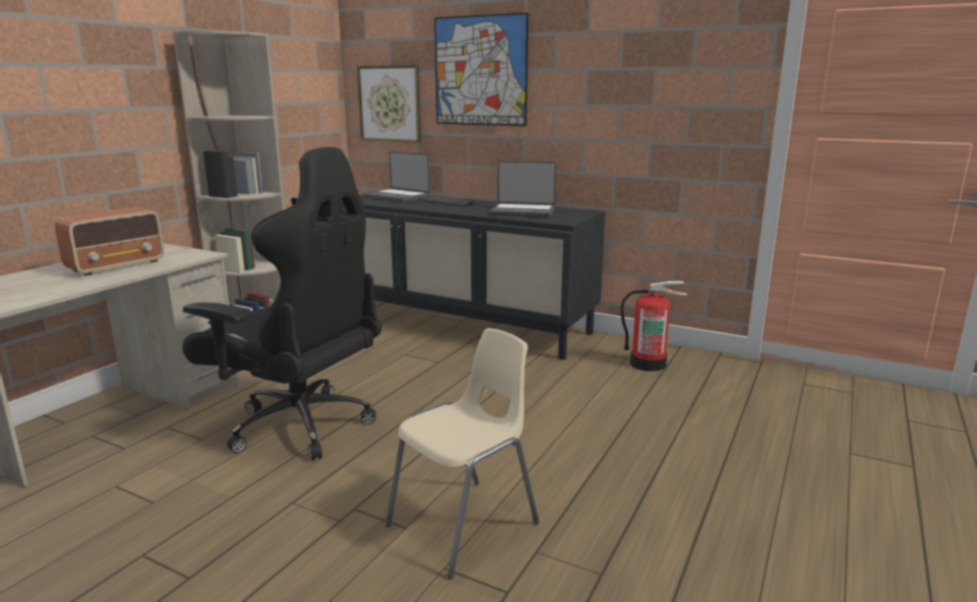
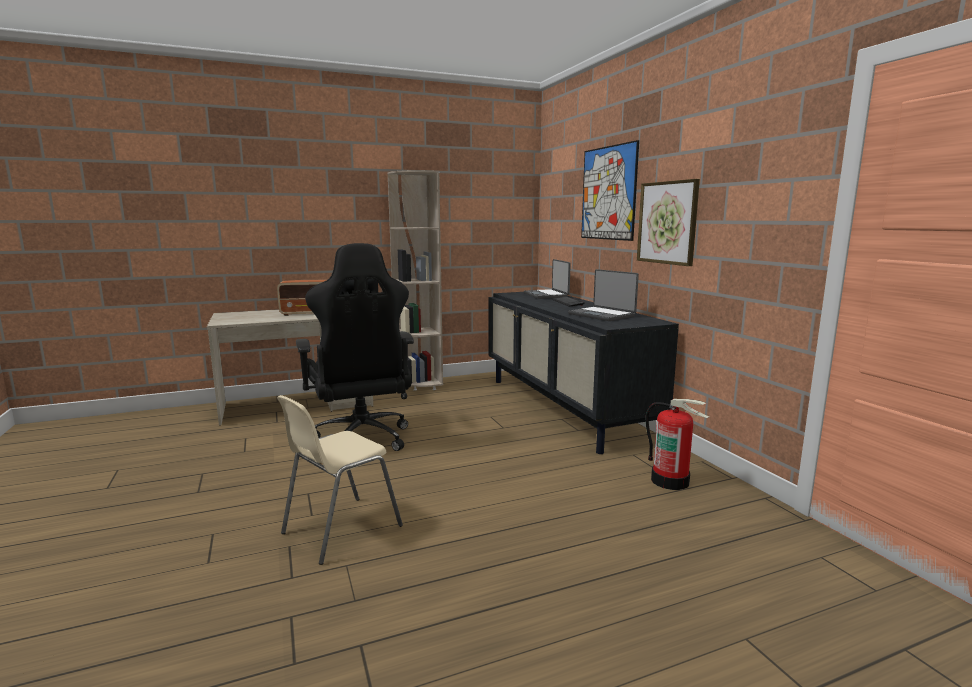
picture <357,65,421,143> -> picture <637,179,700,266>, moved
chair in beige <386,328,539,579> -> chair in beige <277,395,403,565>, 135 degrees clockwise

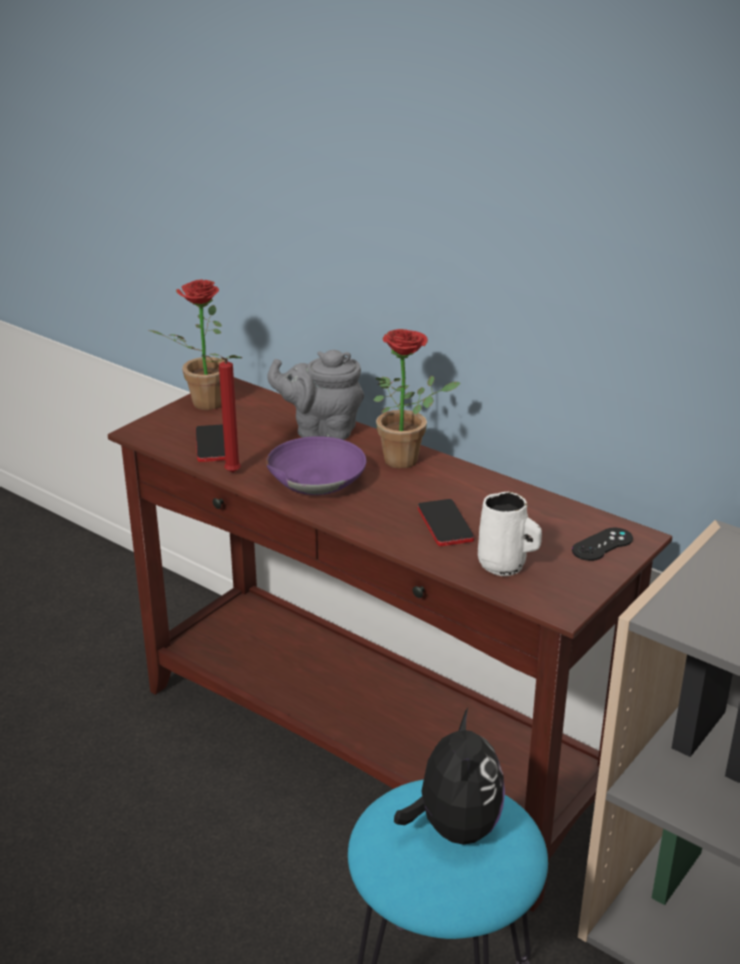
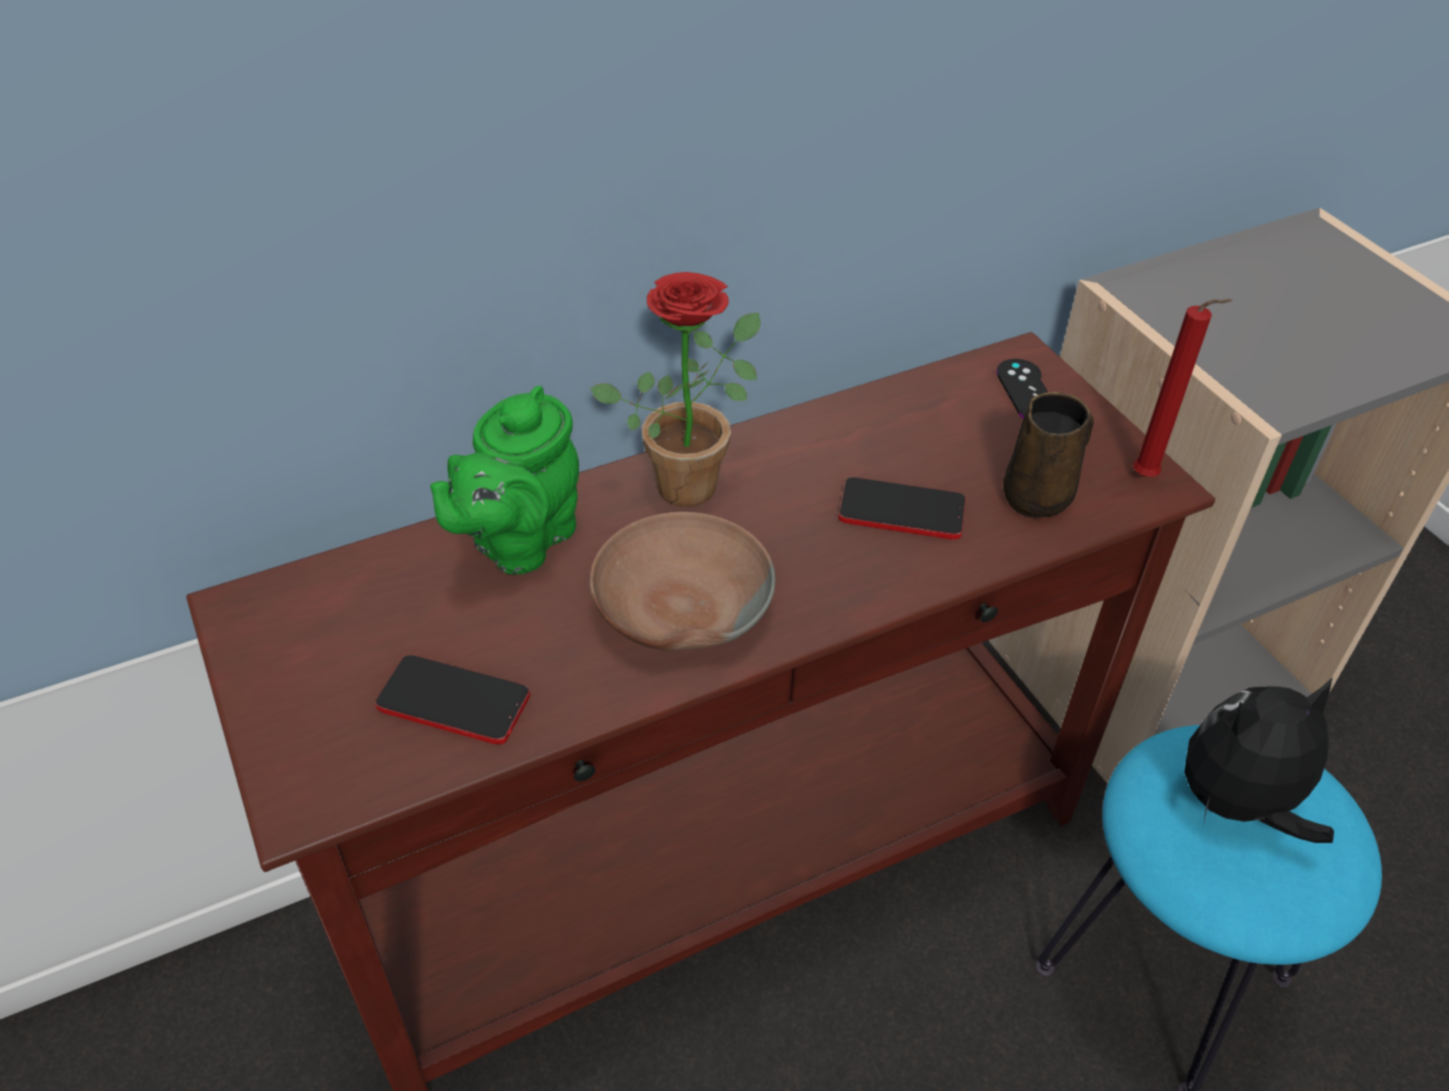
potted plant <149,279,242,410> -> none
candle in red <219,357,241,473> -> candle in red <1133,299,1232,477>, moved
bowl in purple <266,436,366,495> -> bowl in brown <589,512,776,651>
teapot in grey <267,350,364,440> -> teapot in green <430,386,579,575>
mug in white <478,492,542,576> -> mug in brown <1003,392,1094,518>
plush toy <394,708,505,845> -> plush toy <1184,677,1334,843>, 45 degrees counterclockwise

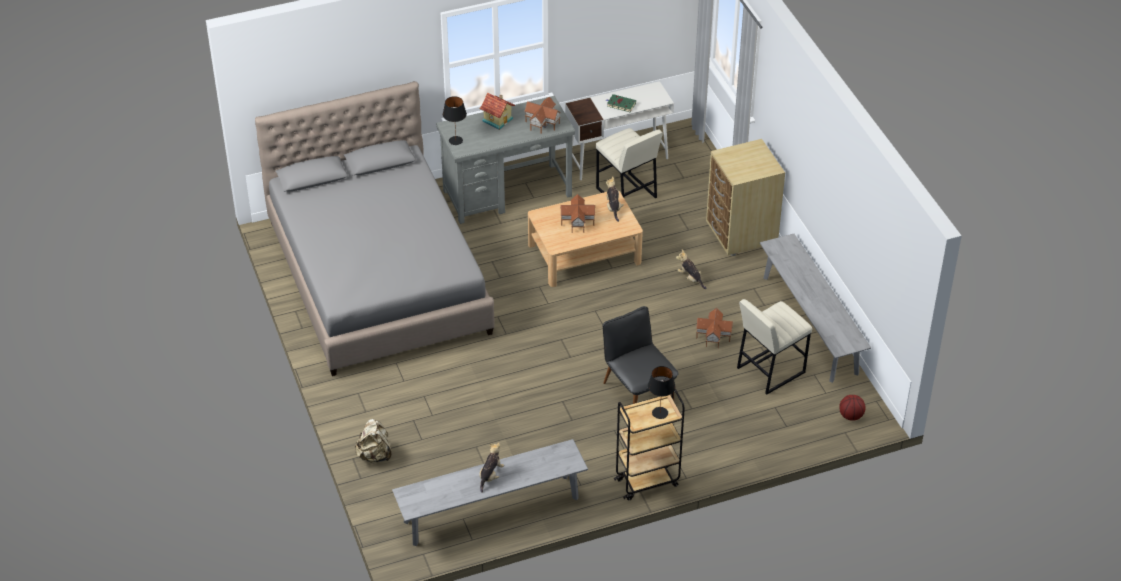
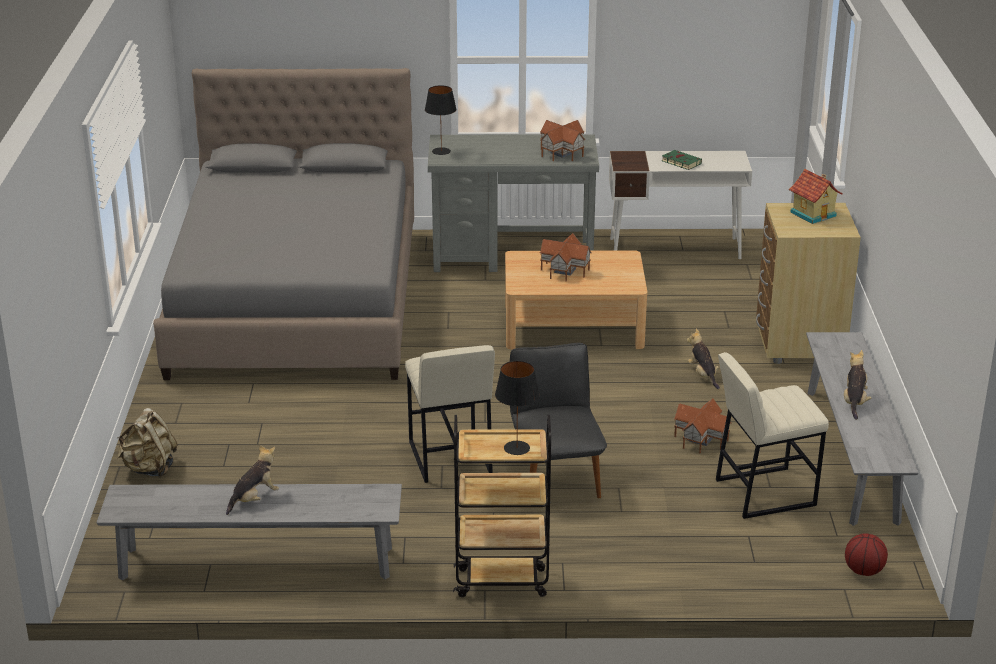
toy house <480,93,515,130> -> toy house <789,169,843,224>, moved
chair in beige <596,128,663,198> -> chair in beige <405,345,495,483>, moved
plush toy <606,176,624,222> -> plush toy <844,350,872,420>, moved

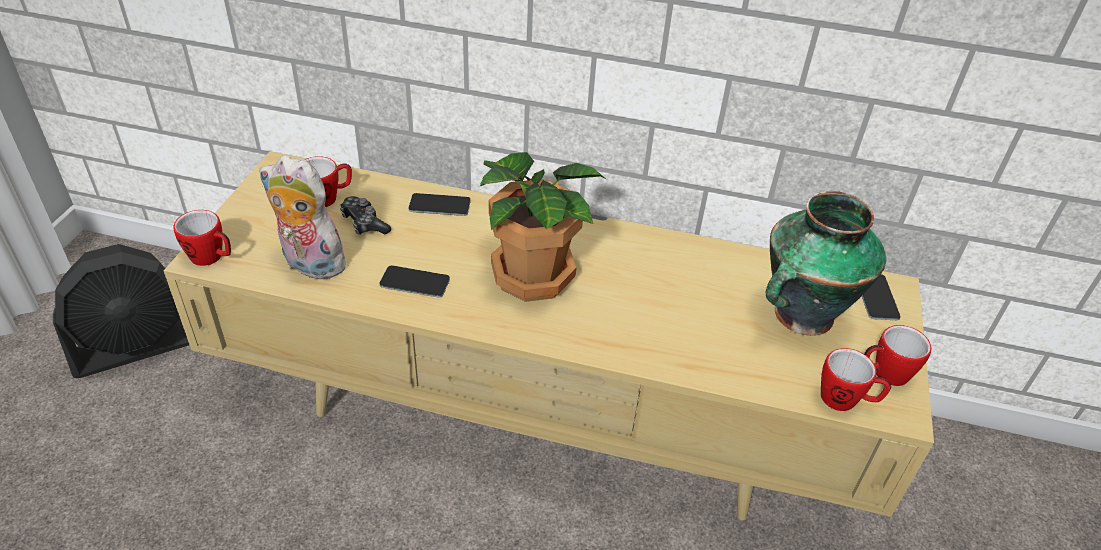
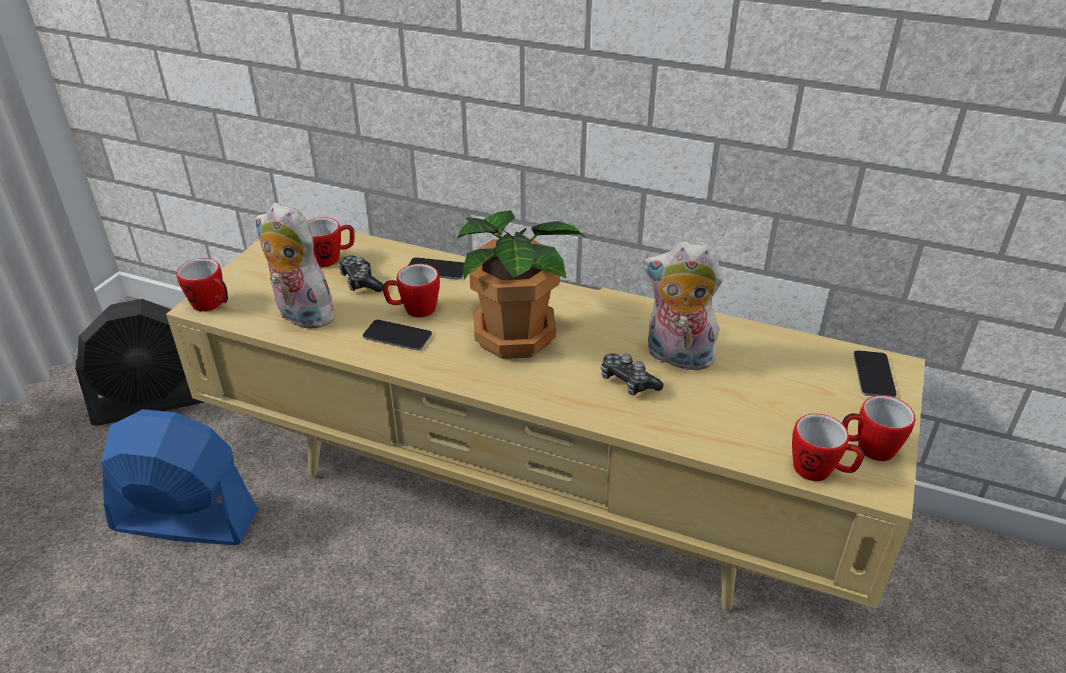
vase <766,191,886,336> -> none
none -> fan in blue <101,409,258,545>
none -> mug <383,264,440,318>
none -> game controller <601,353,663,395>
none -> plush toy <643,241,723,370>

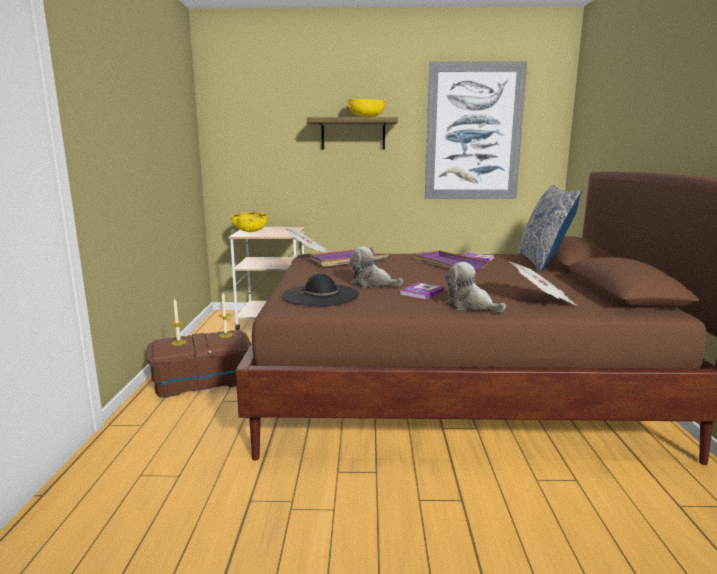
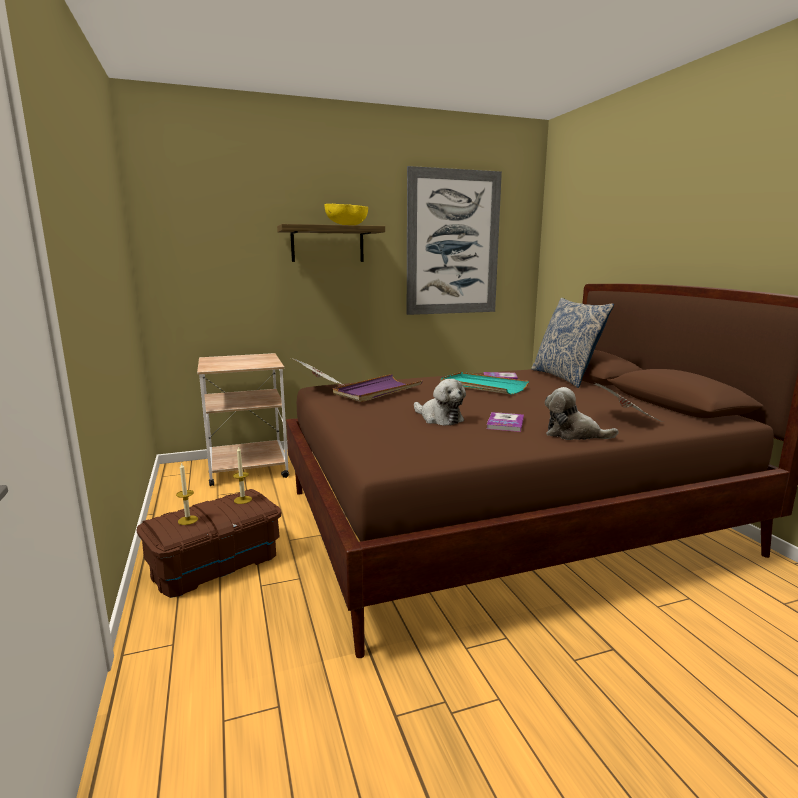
bowl in yellow <231,212,268,232> -> none
hat in black <282,273,359,306> -> none
tray in purple <413,251,489,270> -> tray in turquoise <440,372,529,395>
plush toy <350,246,403,287> -> plush toy <414,379,466,426>, 135 degrees counterclockwise

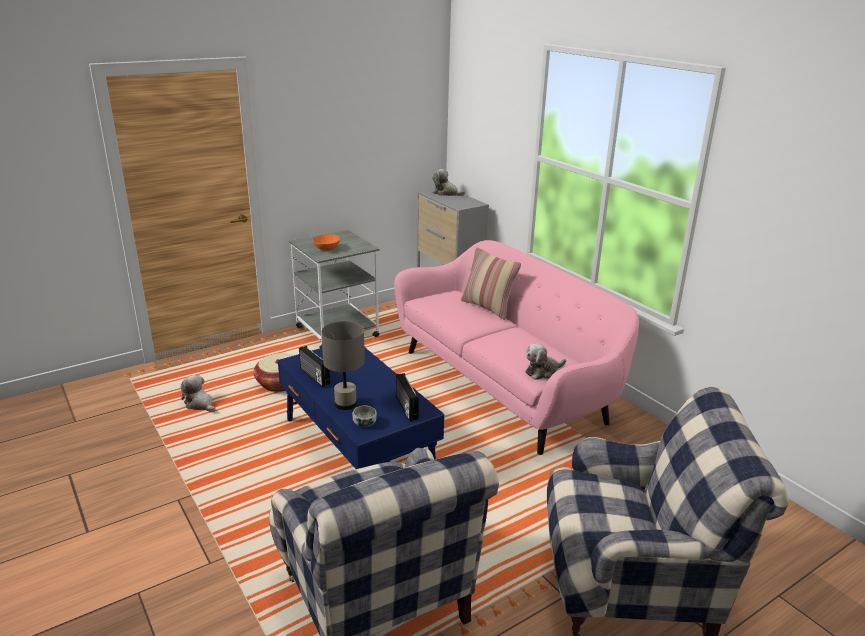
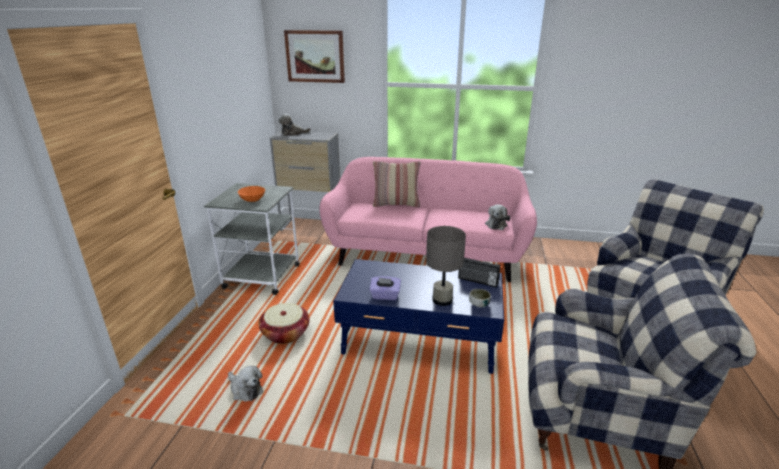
none -> picture <284,30,345,83>
radio <299,346,330,387> -> tissue box in purple <370,276,401,300>
plush toy <181,375,215,412> -> plush toy <228,366,263,401>, 135 degrees counterclockwise

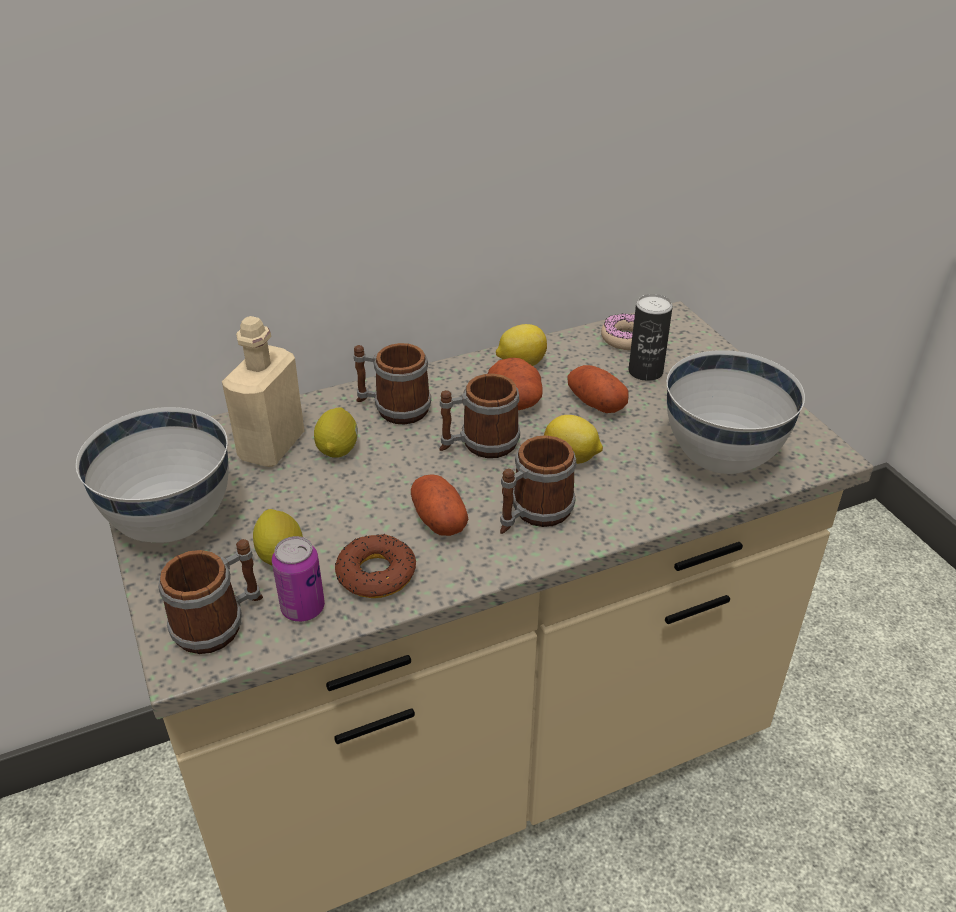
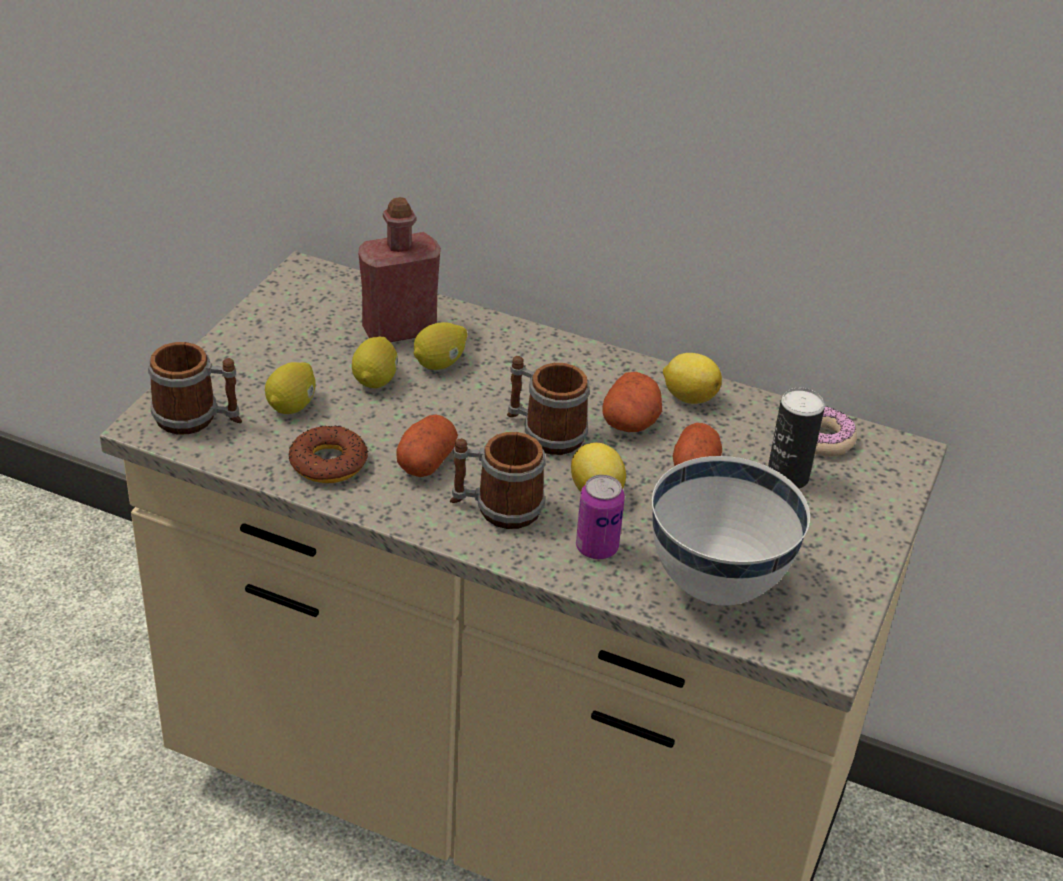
bowl in white <76,407,229,543> -> none
mug <354,343,431,424> -> none
none -> lemon <352,337,398,388>
can <272,536,325,622> -> can <576,475,625,559>, moved
bottle in beige <222,316,305,467> -> bottle in red <358,197,441,342>

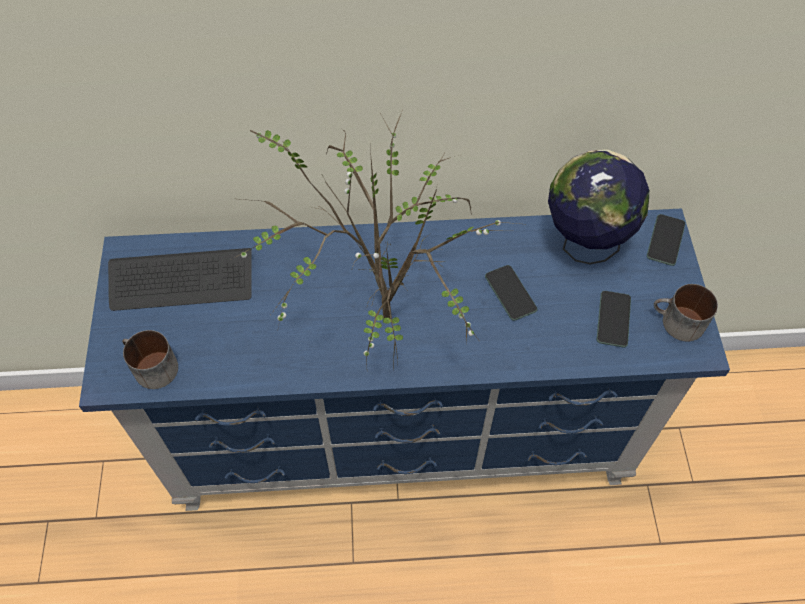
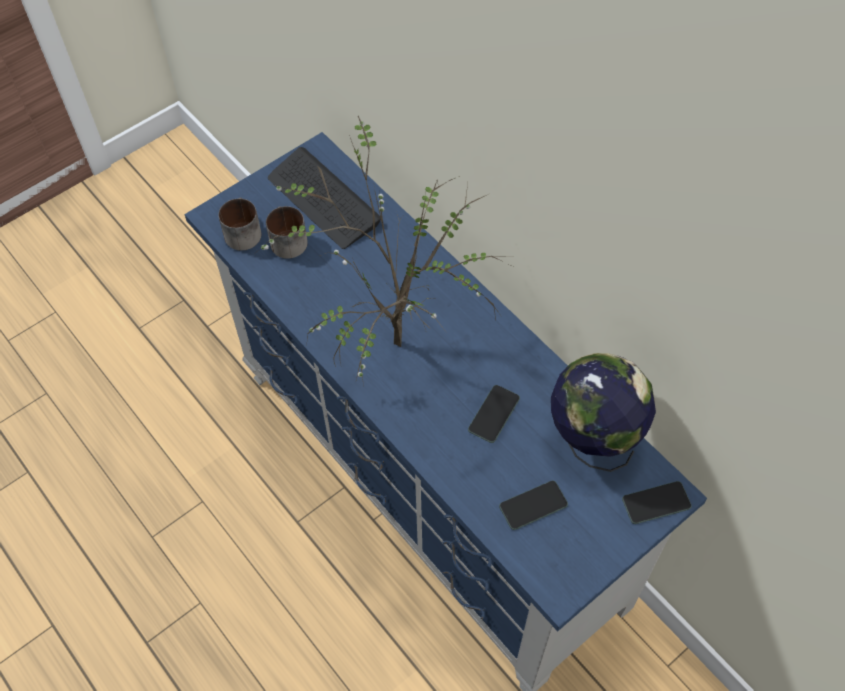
mug <654,284,718,342> -> mug <266,206,308,259>, moved

